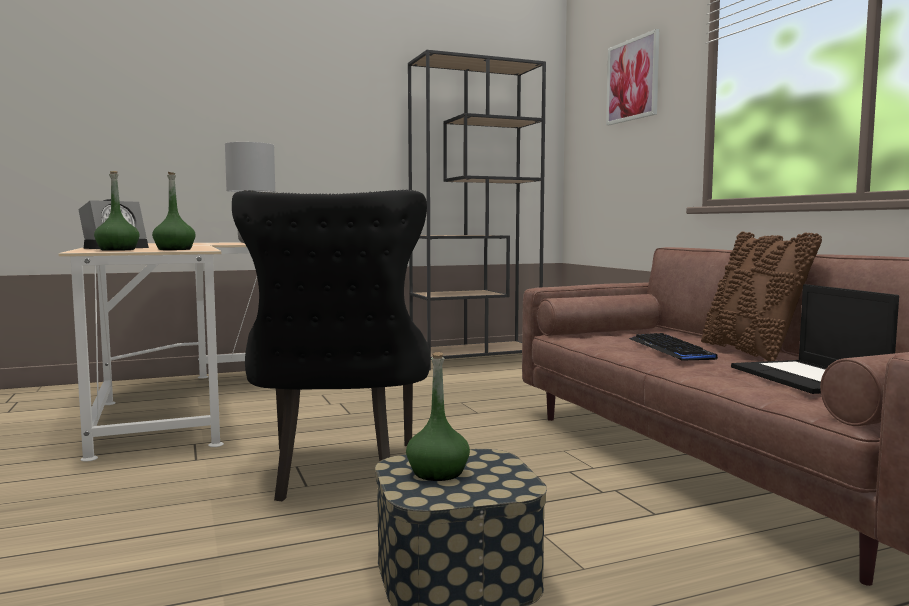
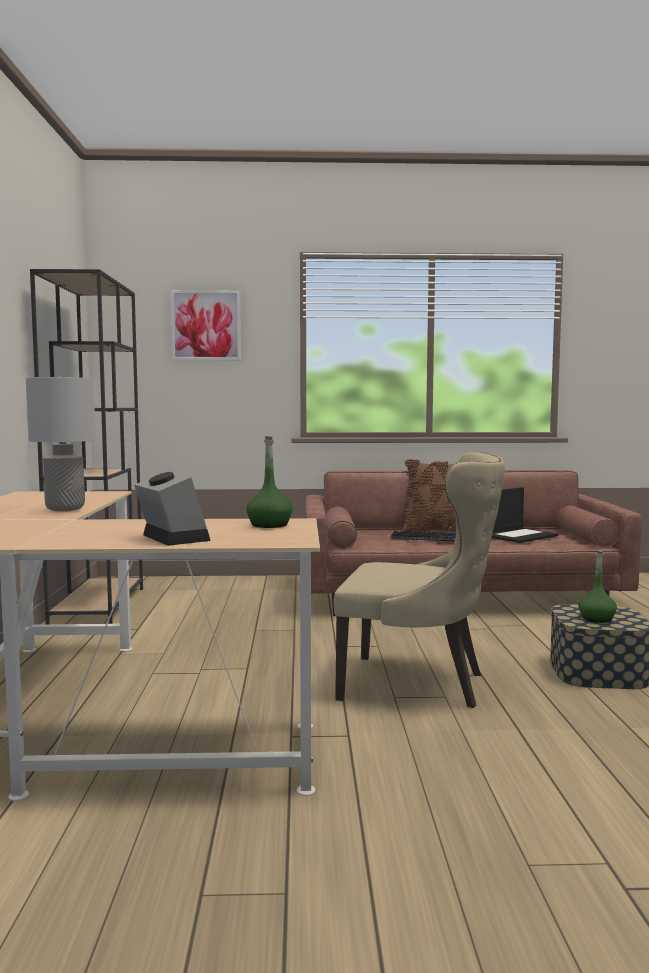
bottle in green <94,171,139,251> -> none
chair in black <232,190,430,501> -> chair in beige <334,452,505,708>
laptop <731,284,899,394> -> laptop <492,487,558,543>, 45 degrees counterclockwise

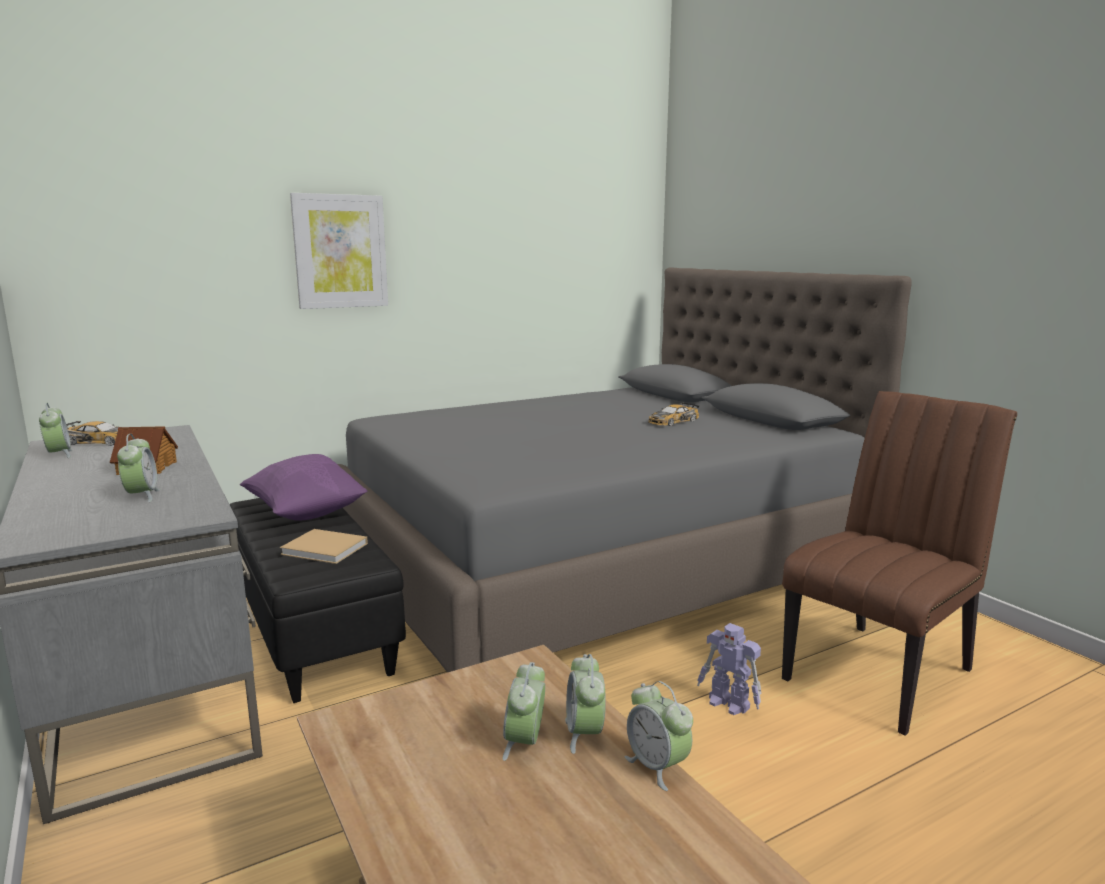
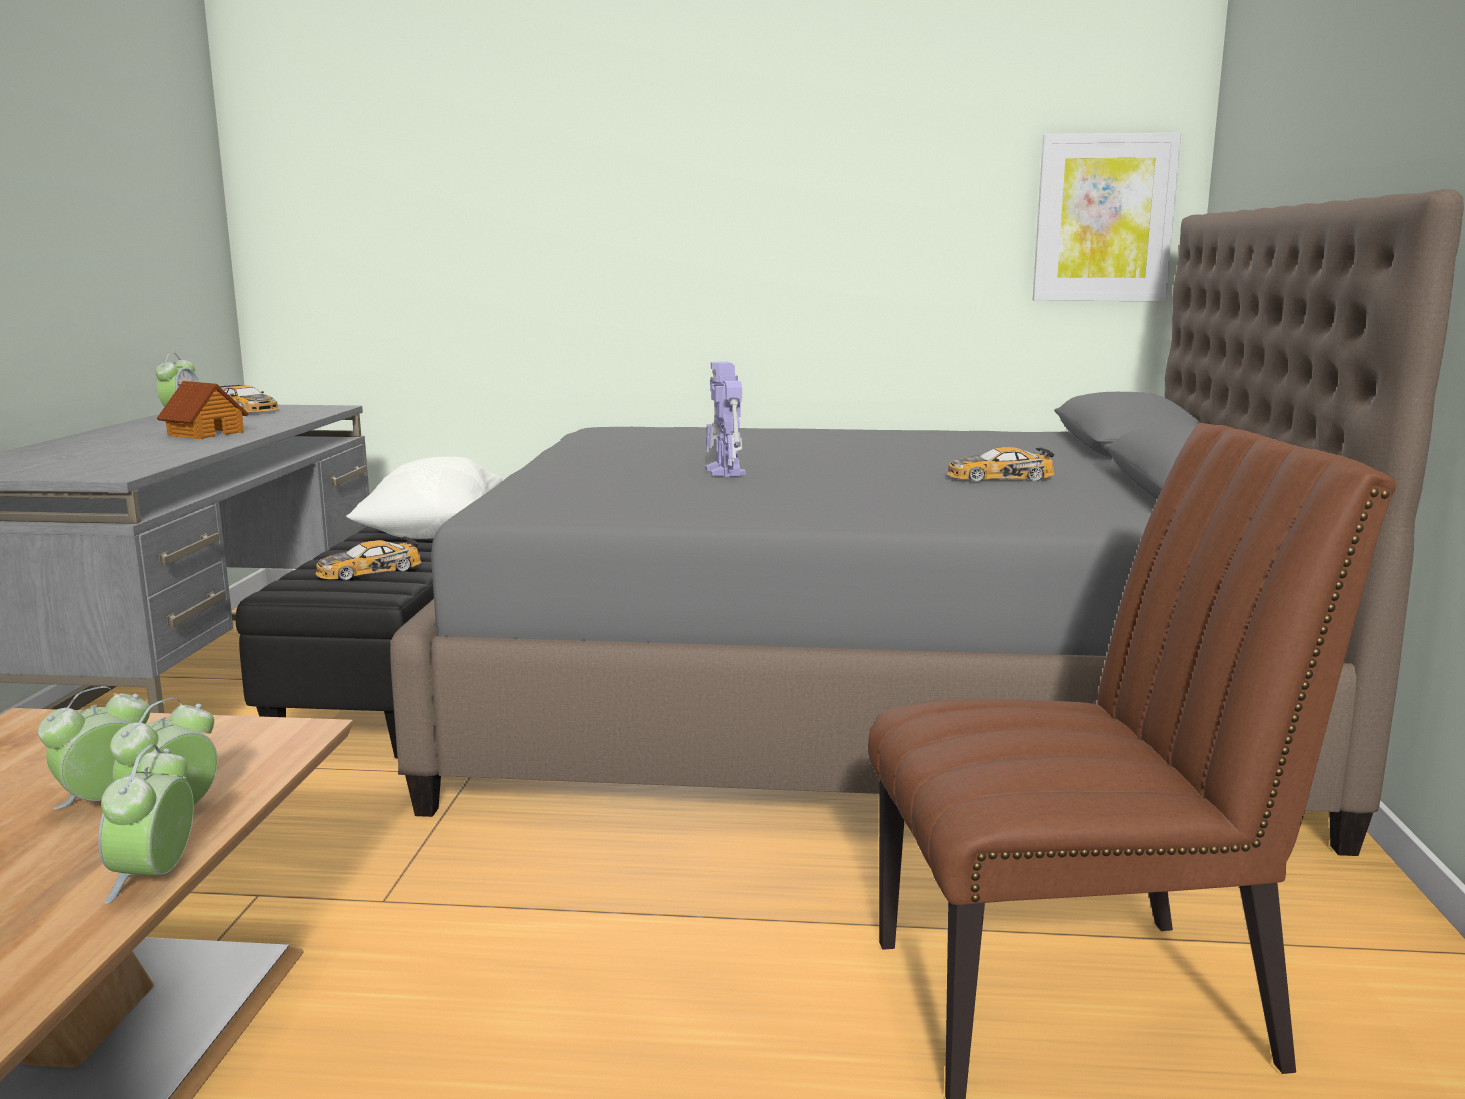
alarm clock <117,434,160,502> -> none
picture <290,193,388,309> -> picture <1033,133,1181,301>, moved
toy robot <697,623,761,715> -> toy robot <706,361,746,477>, moved
book in beige <280,529,368,564> -> toy car <315,536,422,580>
pillow in purple <240,454,367,521> -> pillow in white <346,457,503,539>

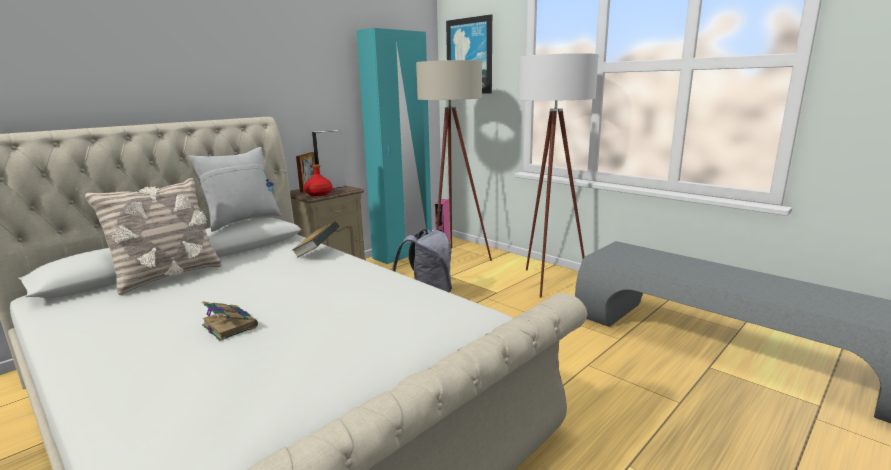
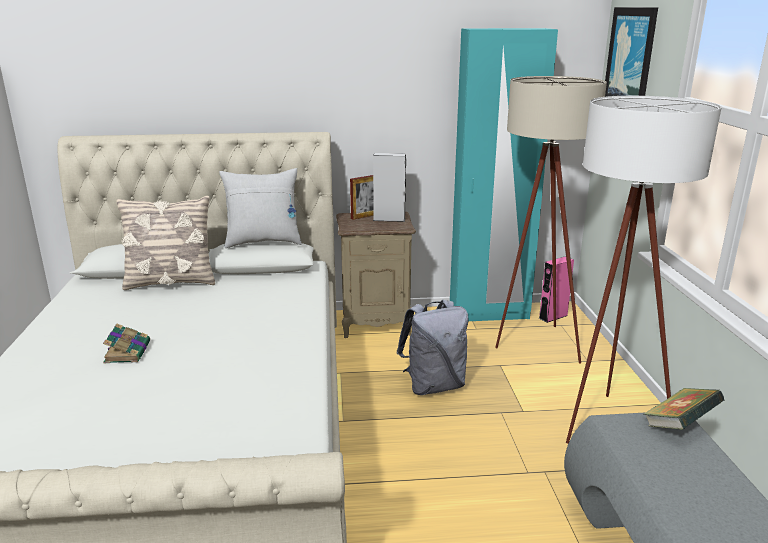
bottle in red <304,164,332,196> -> none
book <291,221,339,258> -> book <644,388,725,430>, moved

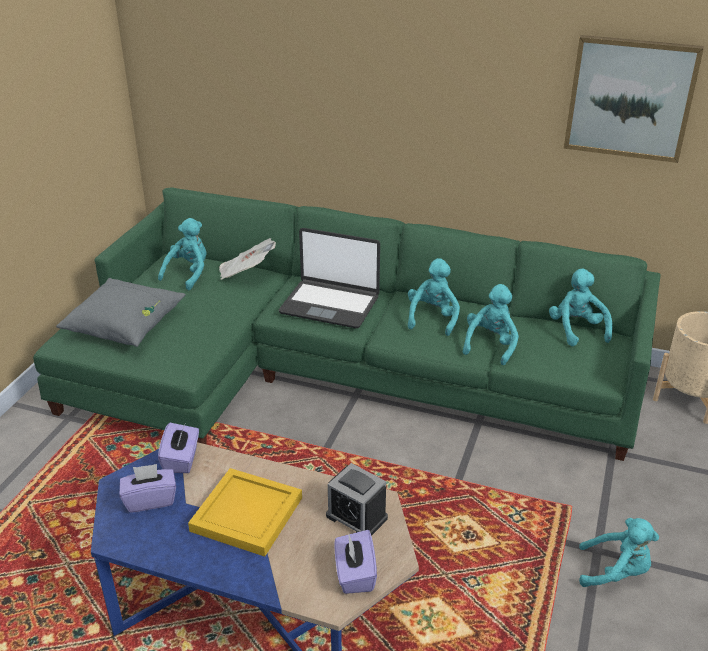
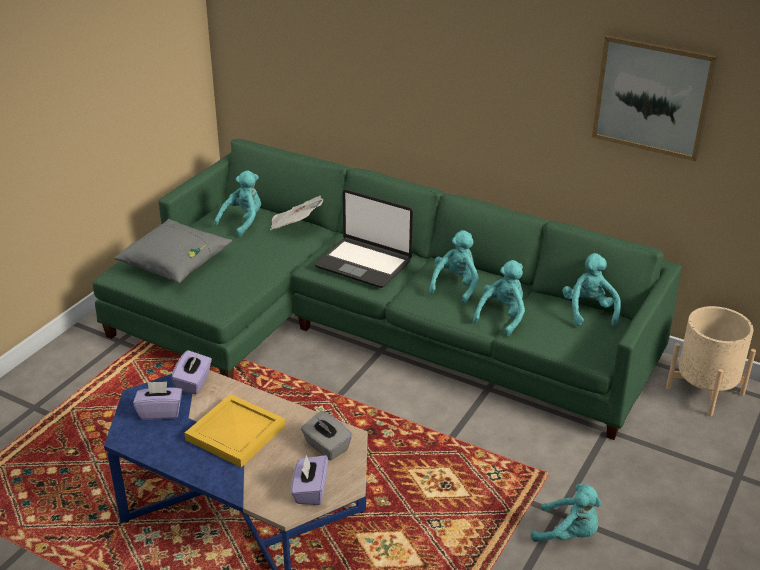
alarm clock <326,463,388,536> -> tissue box in grey <301,411,352,460>

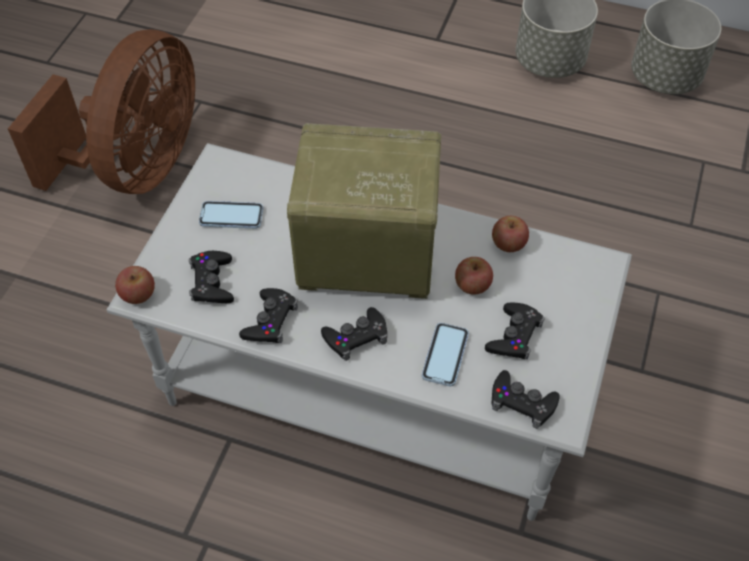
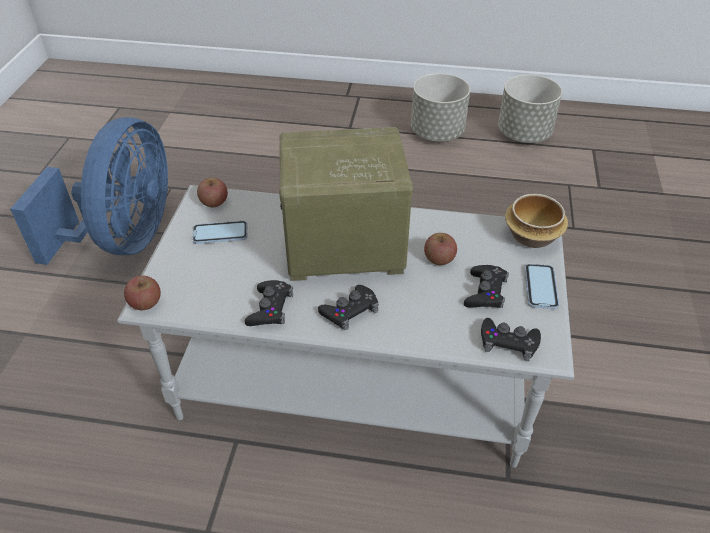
game controller in black <189,251,234,303> -> none
none -> bowl <505,194,568,248>
phone <422,323,469,386> -> phone <525,264,559,309>, moved
apple <492,216,529,252> -> apple <197,178,228,207>, moved
fan in brown <8,29,195,194> -> fan in blue <10,117,168,265>

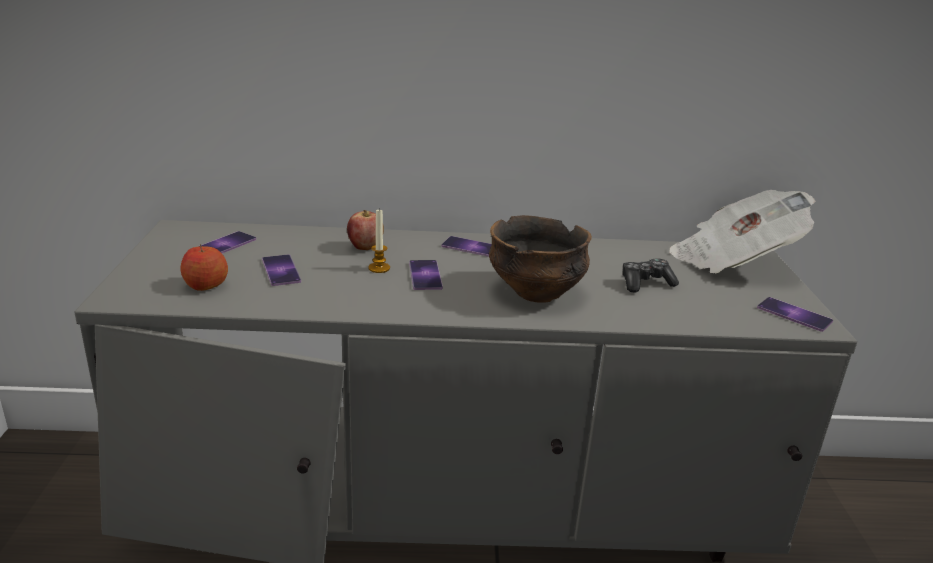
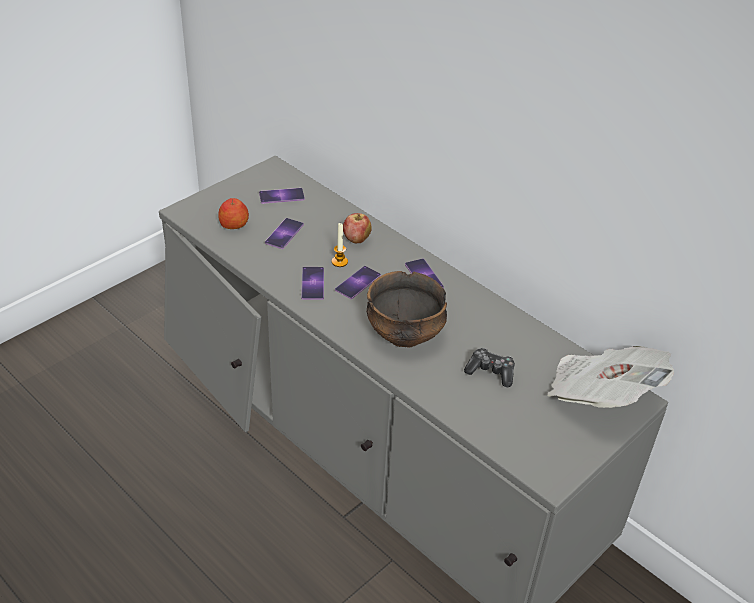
phone <757,297,833,332> -> phone <301,267,324,300>, moved

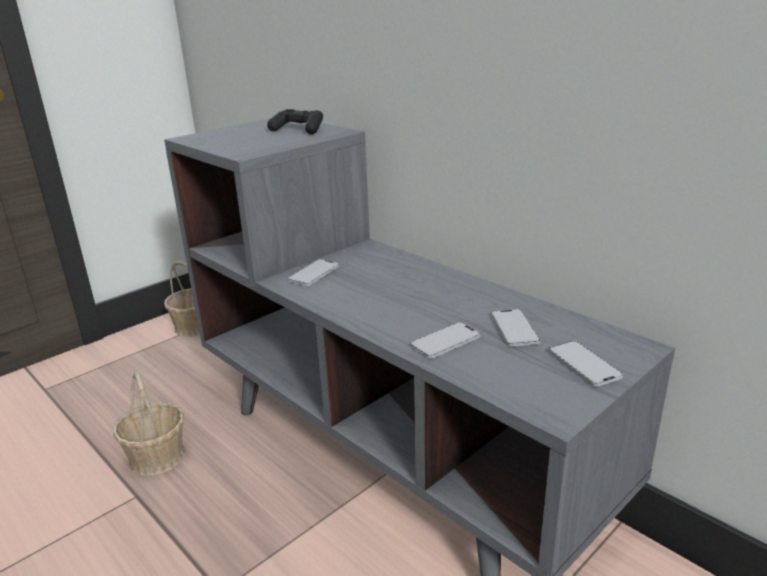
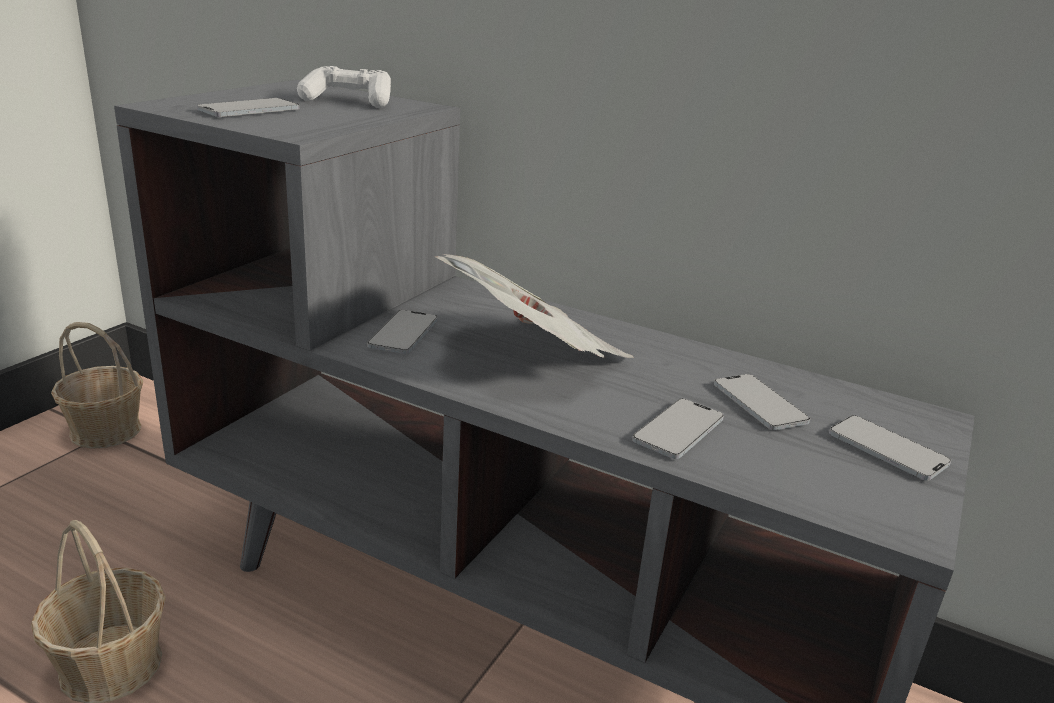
none -> phone <197,98,300,117>
none -> newspaper <435,254,634,358>
game controller in black <267,109,323,134> -> game controller in white <297,66,391,108>

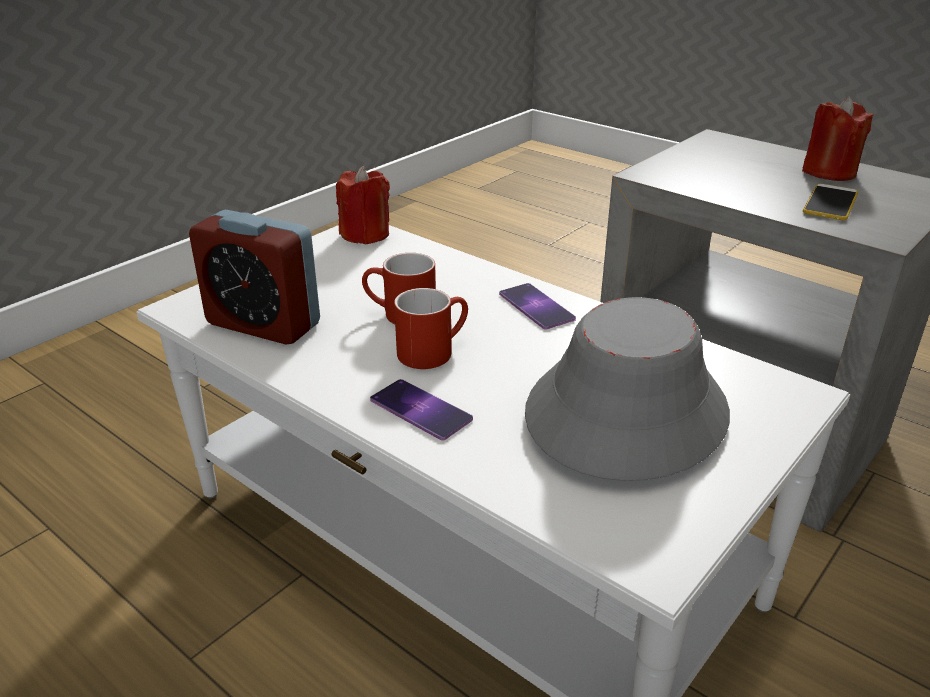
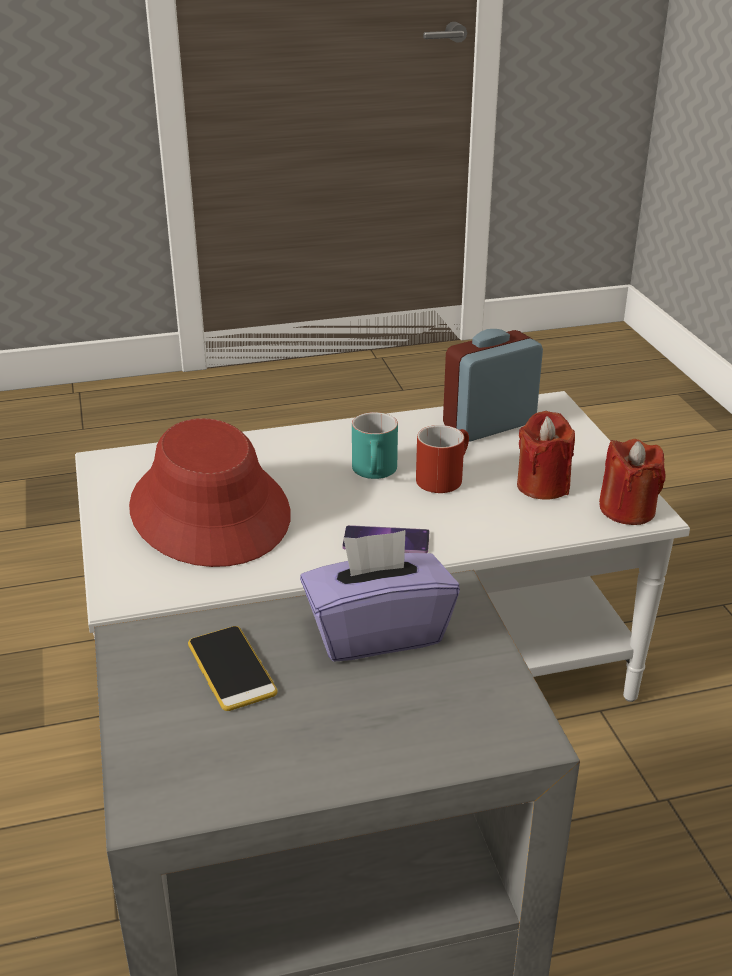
phone <370,379,473,441> -> none
none -> tissue box in purple <300,530,460,662>
candle in red <802,97,873,181> -> candle in red <517,411,575,500>, moved
mug in red <394,288,468,369> -> mug in turquoise <352,412,398,479>
hat in grey <525,297,730,481> -> hat in red <129,418,291,567>

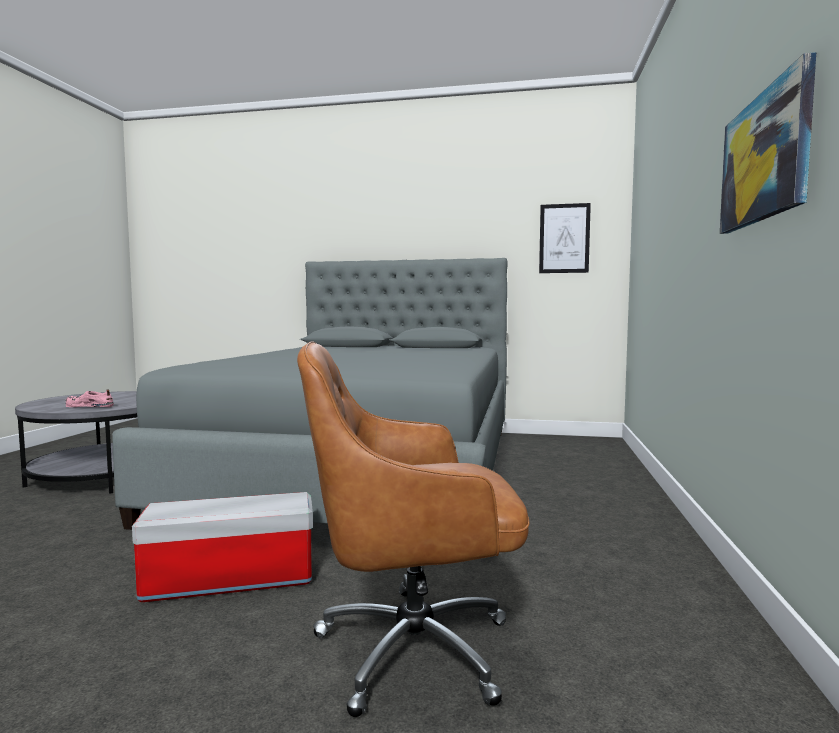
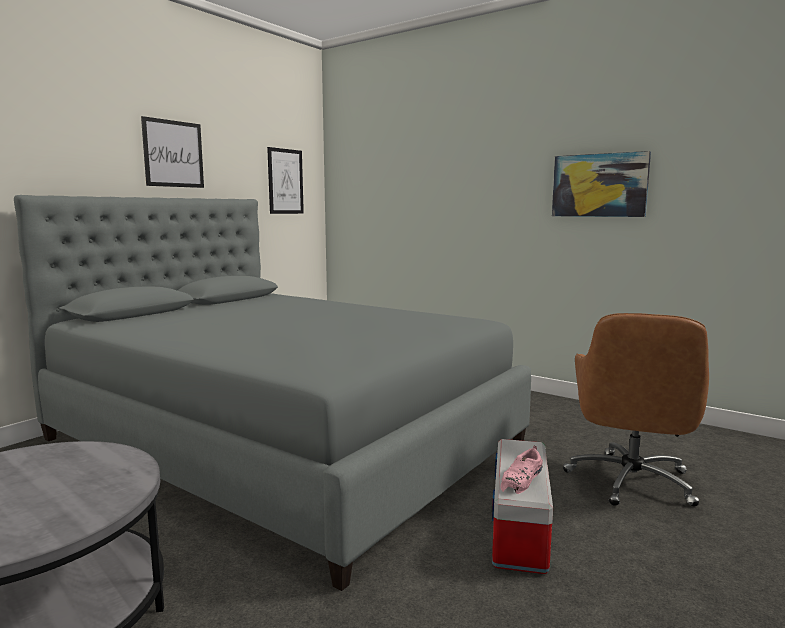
none -> picture <141,116,204,188>
shoe in pink <66,389,114,407> -> shoe in pink <500,445,543,494>, moved

